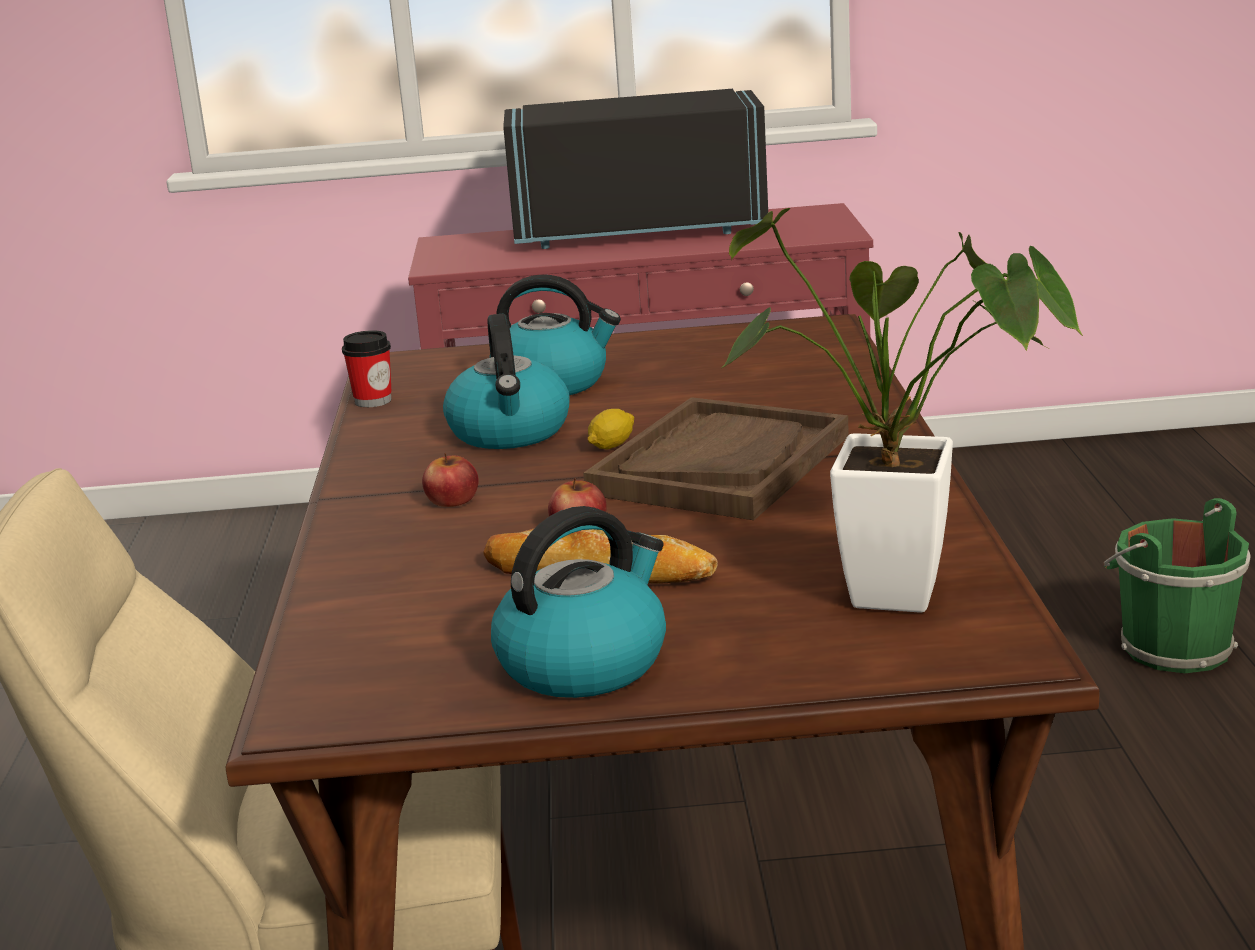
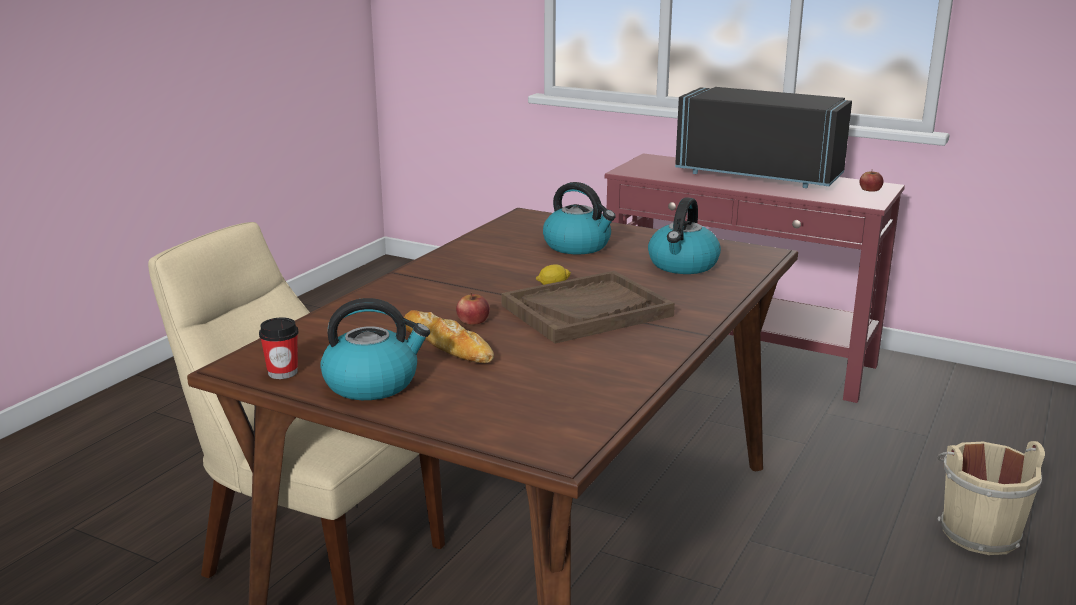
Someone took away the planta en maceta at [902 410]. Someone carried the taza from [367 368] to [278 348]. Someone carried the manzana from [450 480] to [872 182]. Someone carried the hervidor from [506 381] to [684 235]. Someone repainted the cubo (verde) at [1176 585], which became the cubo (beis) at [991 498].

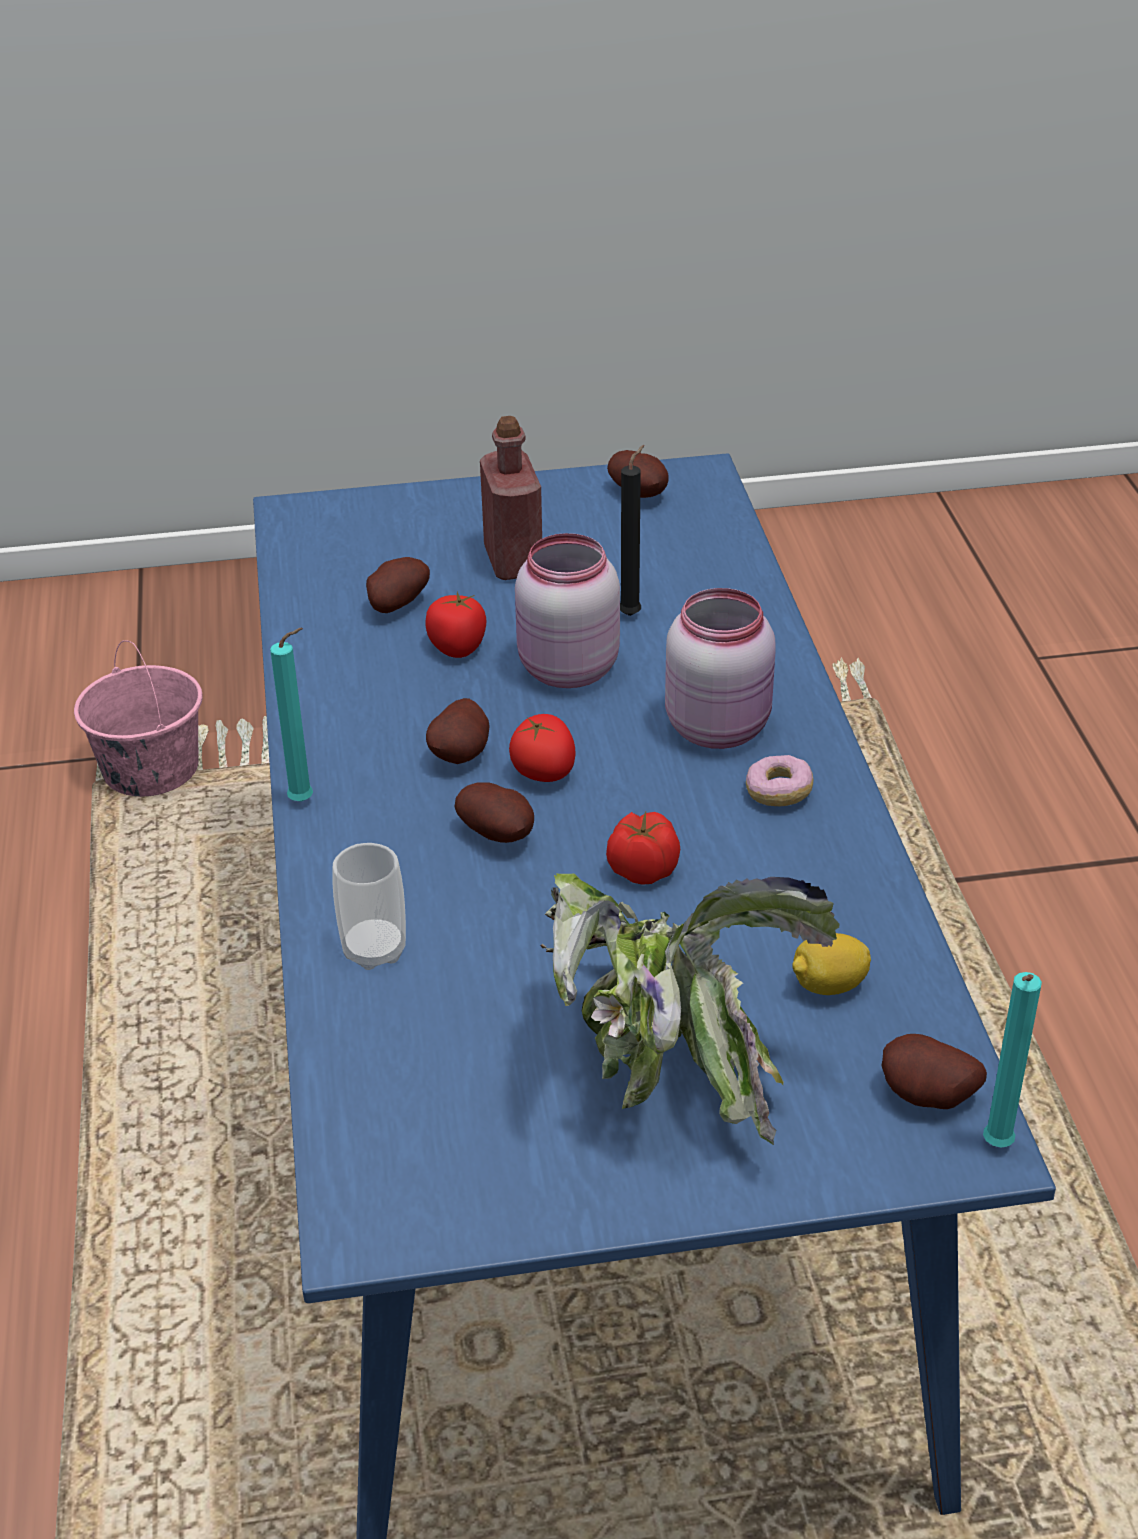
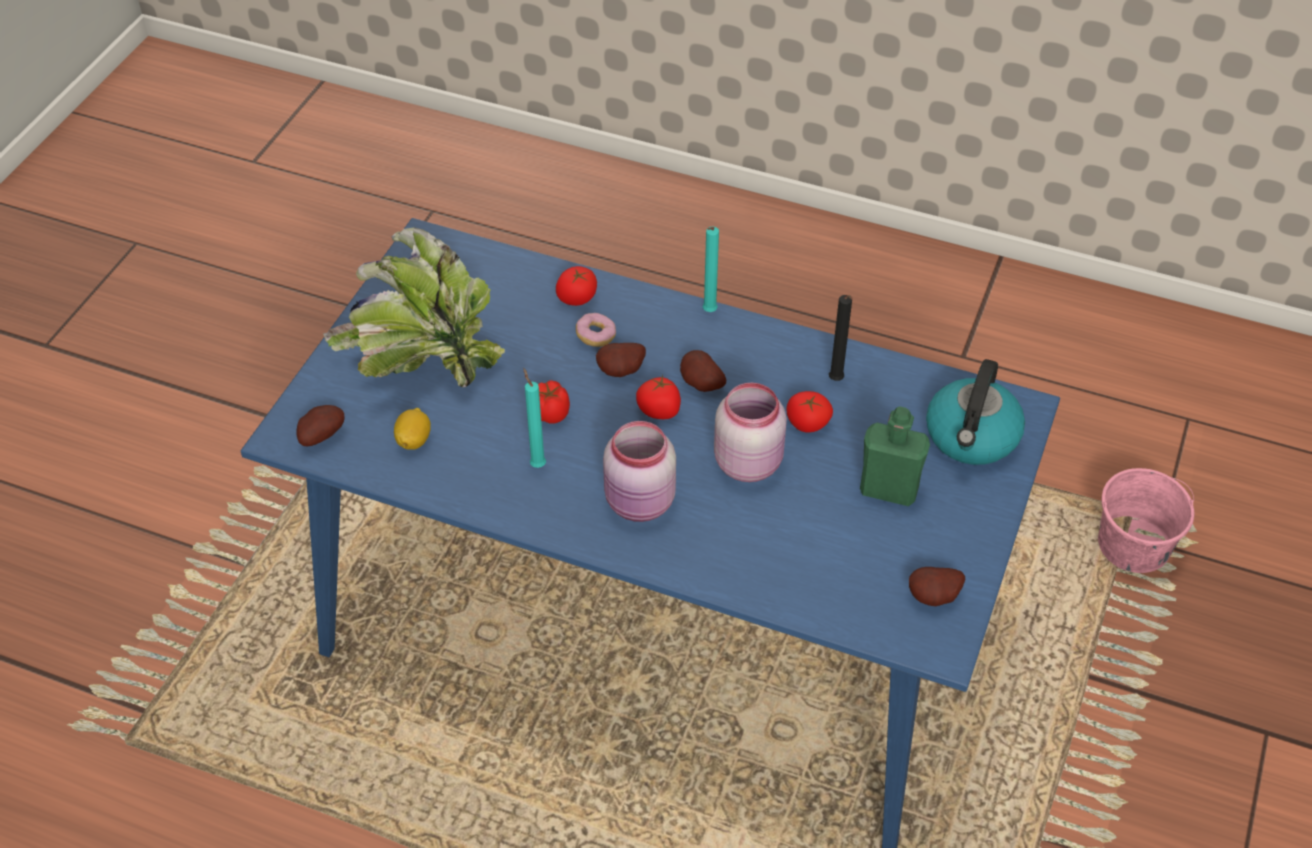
Someone took away the patata at [398 585]. Someone put down the hervidor at [975 412]. Someone carried the vela (negro) from [632 530] to [841 338]. Someone carried the rosquilla from [779 780] to [596 330]. Someone carried the vela (turquesa) from [1012 1060] to [534 418]. Someone swapped the taza at [369 906] for the tomate at [576 286]. Someone repainted the botella (rojo) at [511 498], which became the botella (verde) at [895 456].

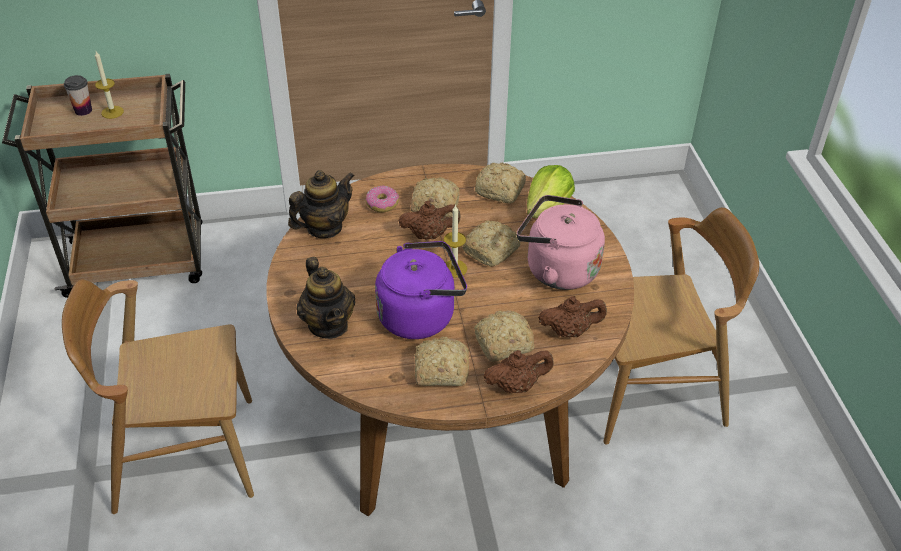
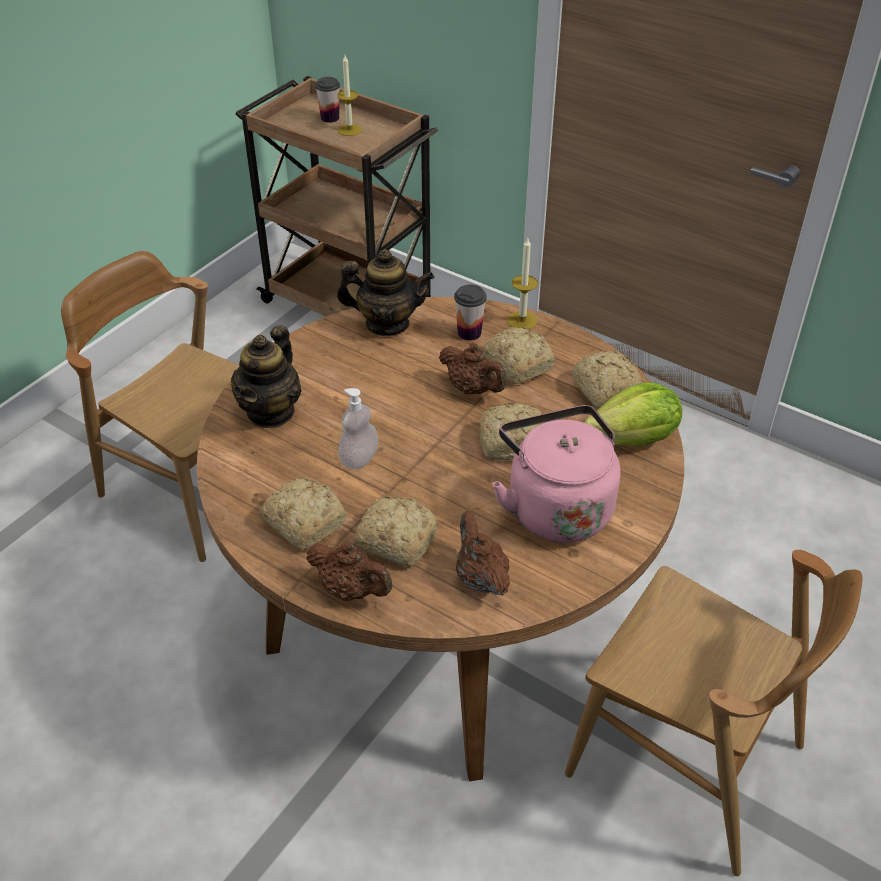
Someone carried the vela from [455 241] to [522 283]. Someone swapped the rosquilla at [382 199] for the taza at [470 313]. Someone swapped the hervidor (morado) at [421 290] for the dispensador de jabón at [358 428]. Someone rotated the tetera (marrón) at [572 316] by 150 degrees counterclockwise.

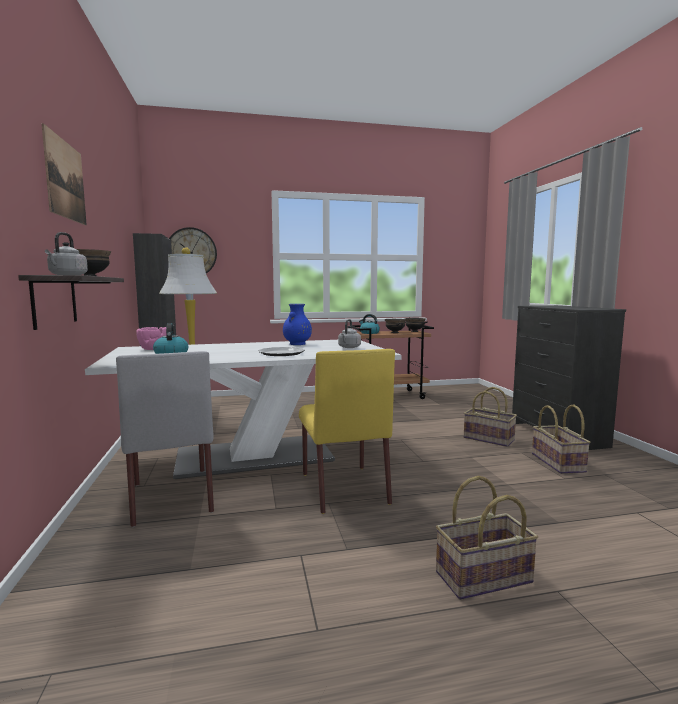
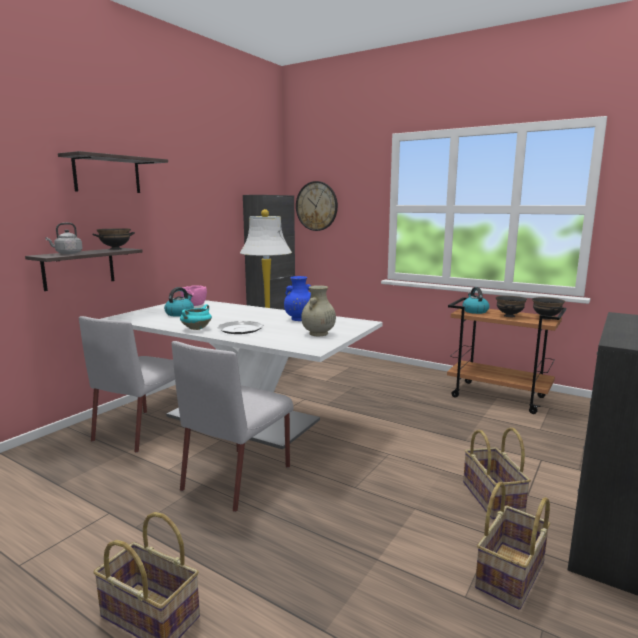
Someone put down the olla (turquesa) at [196 317]. Someone swapped the cuadro at [64 174] for the estante at [113 172]. Someone swapped the hervidor (gris) at [349 333] for the florero (beis) at [318 310]. Someone repainted the silla (amarillo) at [347 431], which became the silla (gris) at [232 426].

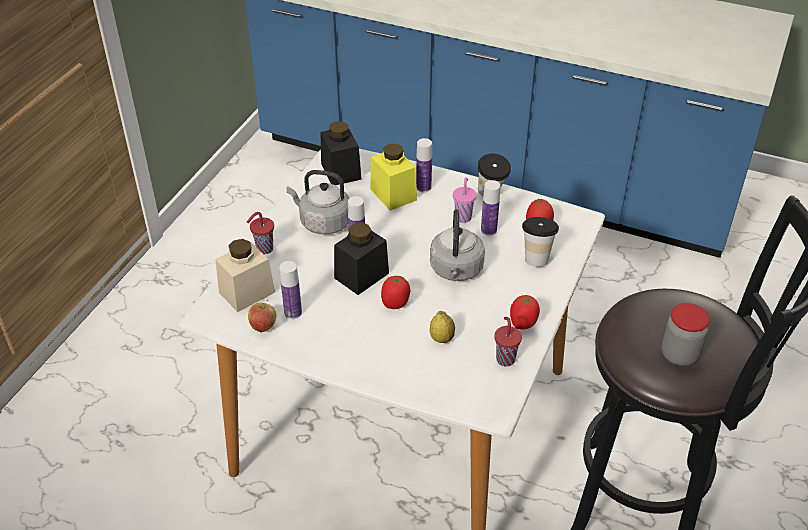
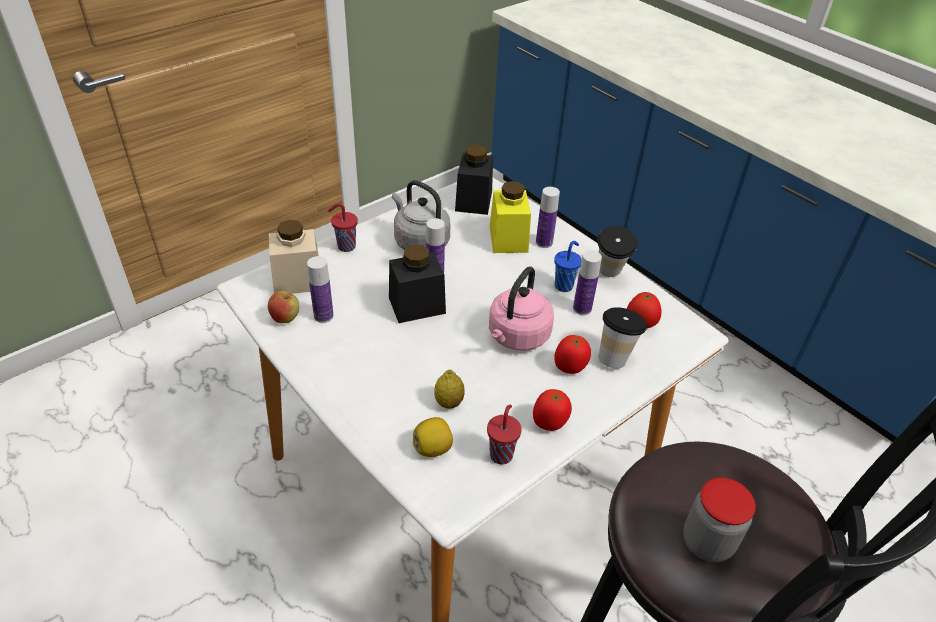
Someone put down the limón at [433 437]. Someone carried the tomate from [395 292] to [573 354]. Someone repainted the hervidor (gris) at [457 245], which became the hervidor (rosa) at [521 309]. Someone repainted the taza (rosa) at [464 200], which became the taza (azul) at [568 266].

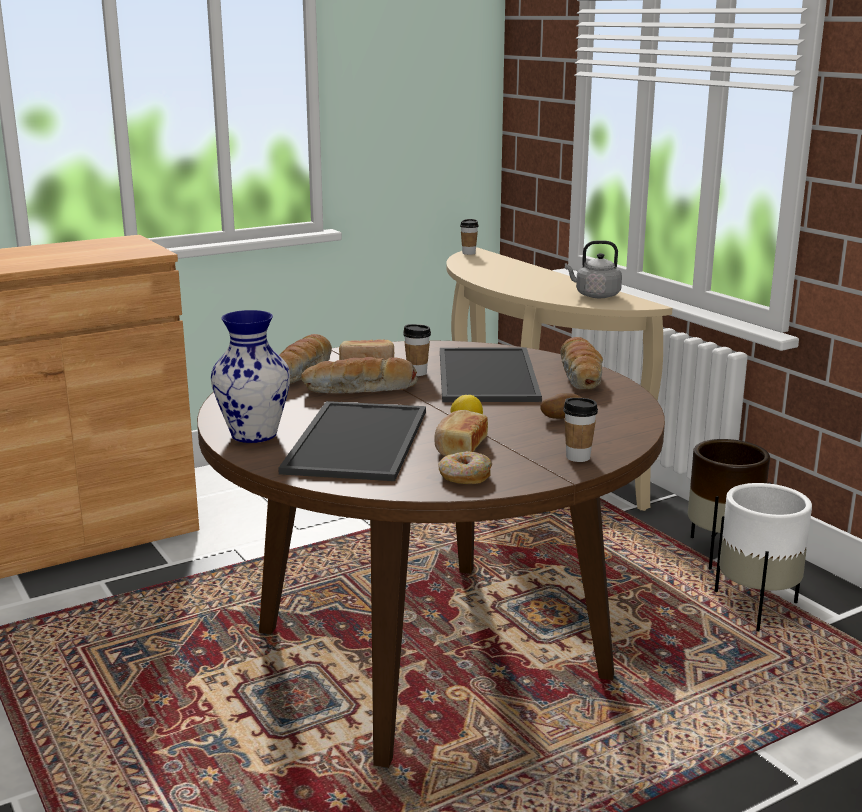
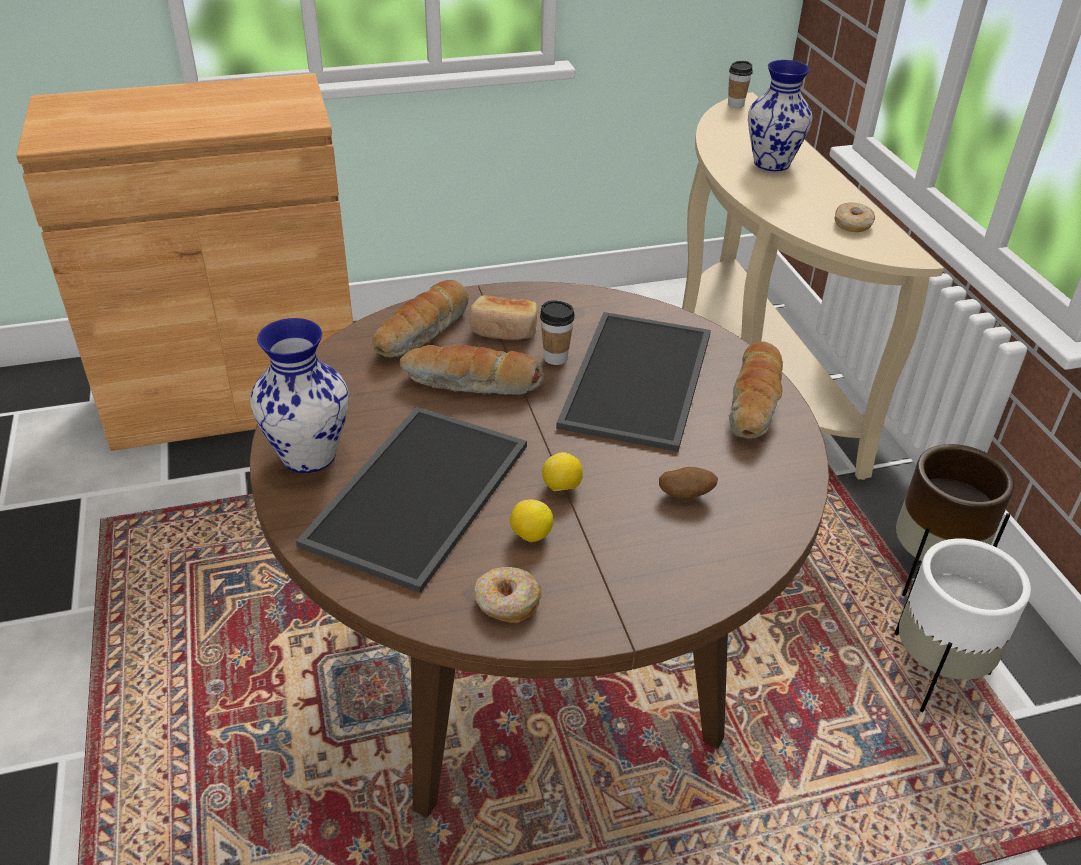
Someone took away the taza at [580 430]. Someone put down the florero at [780 115]. Someone swapped the pan at [461 433] for the limón at [531 520]. Someone swapped the hervidor (gris) at [593 269] for the rosquilla at [854 217].

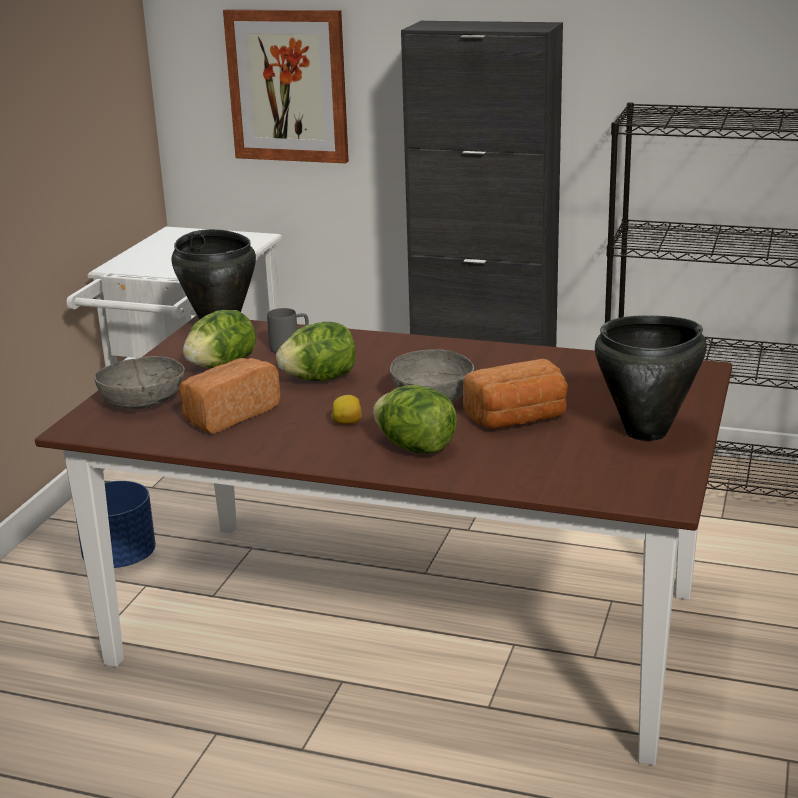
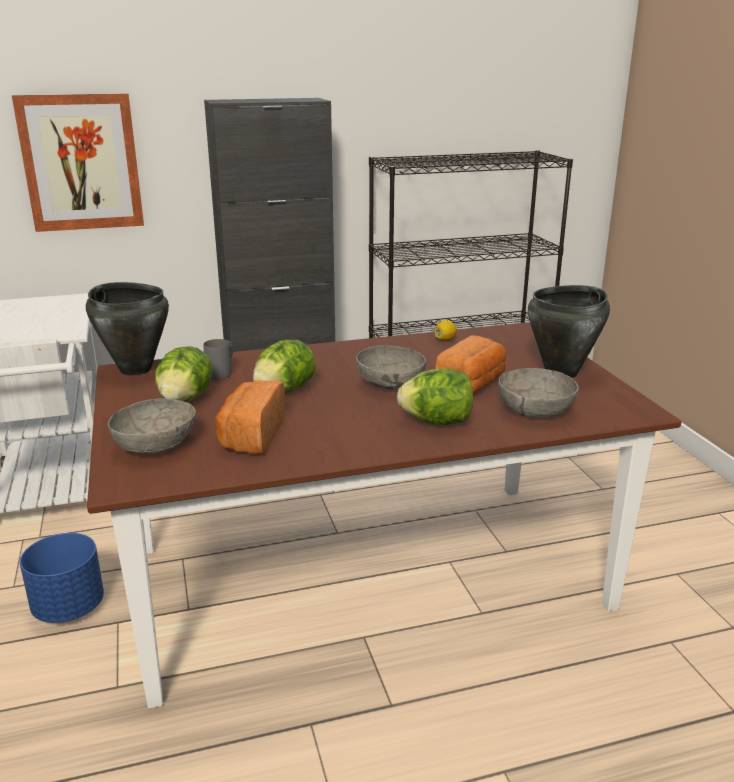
Someone put down the cuenco (gris) at [538 393]. Someone carried the limón from [346 410] to [445 330].

